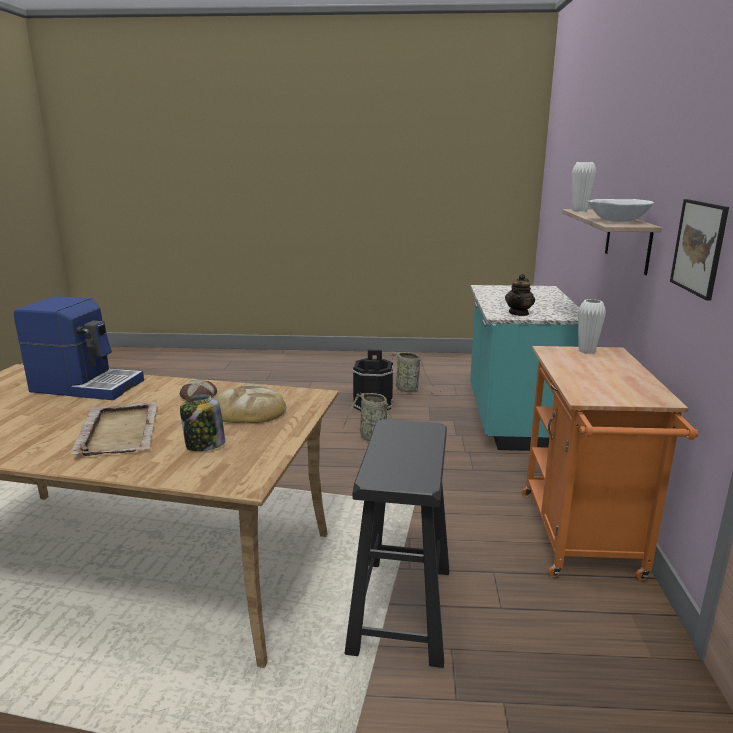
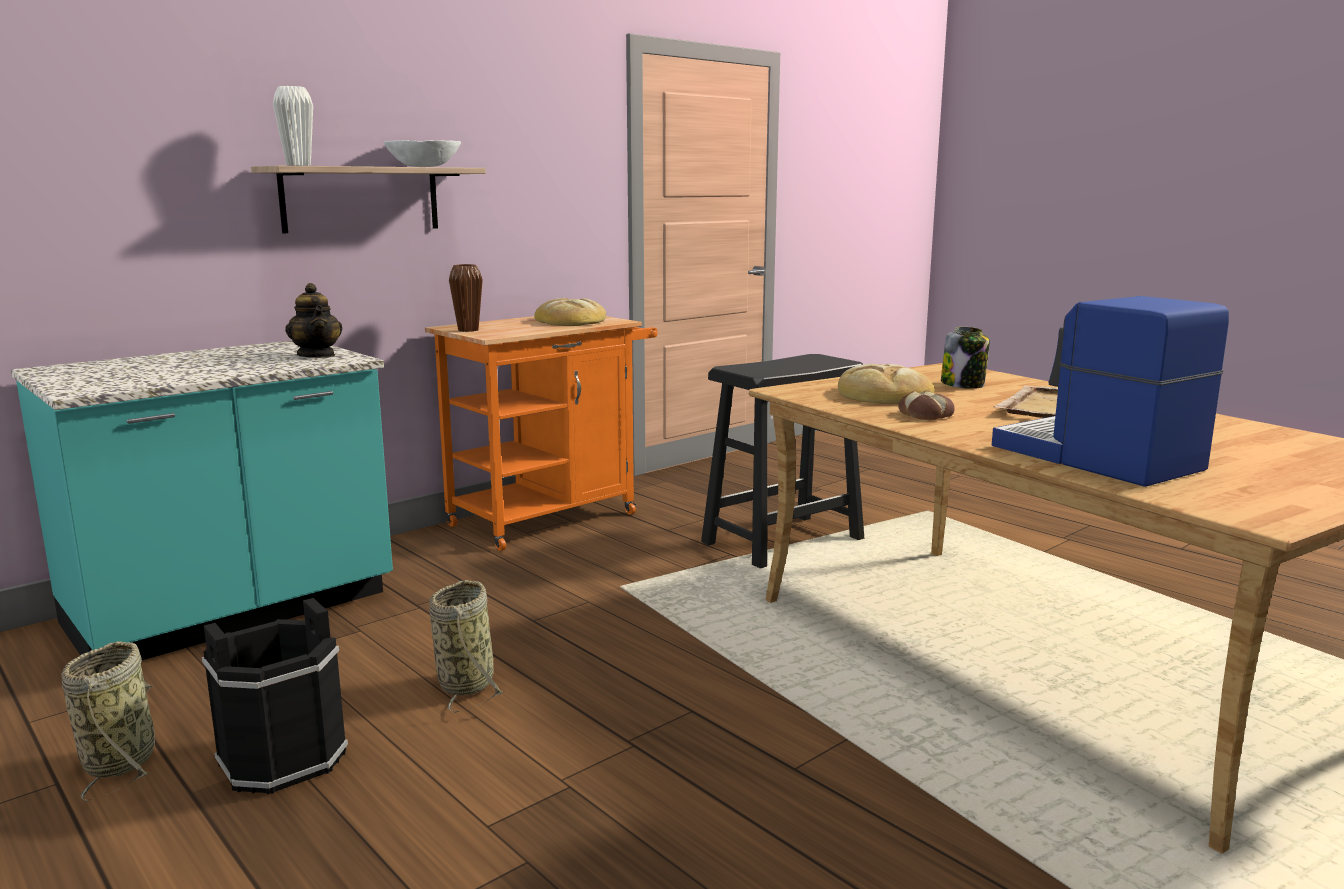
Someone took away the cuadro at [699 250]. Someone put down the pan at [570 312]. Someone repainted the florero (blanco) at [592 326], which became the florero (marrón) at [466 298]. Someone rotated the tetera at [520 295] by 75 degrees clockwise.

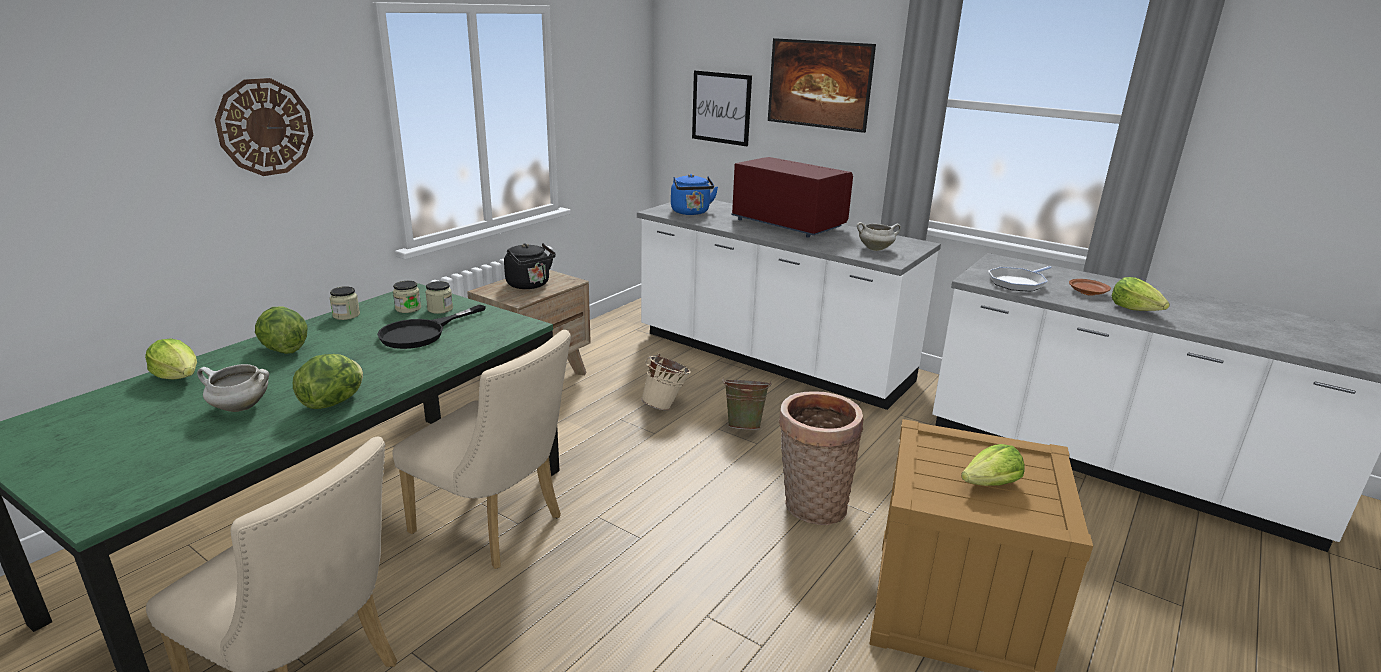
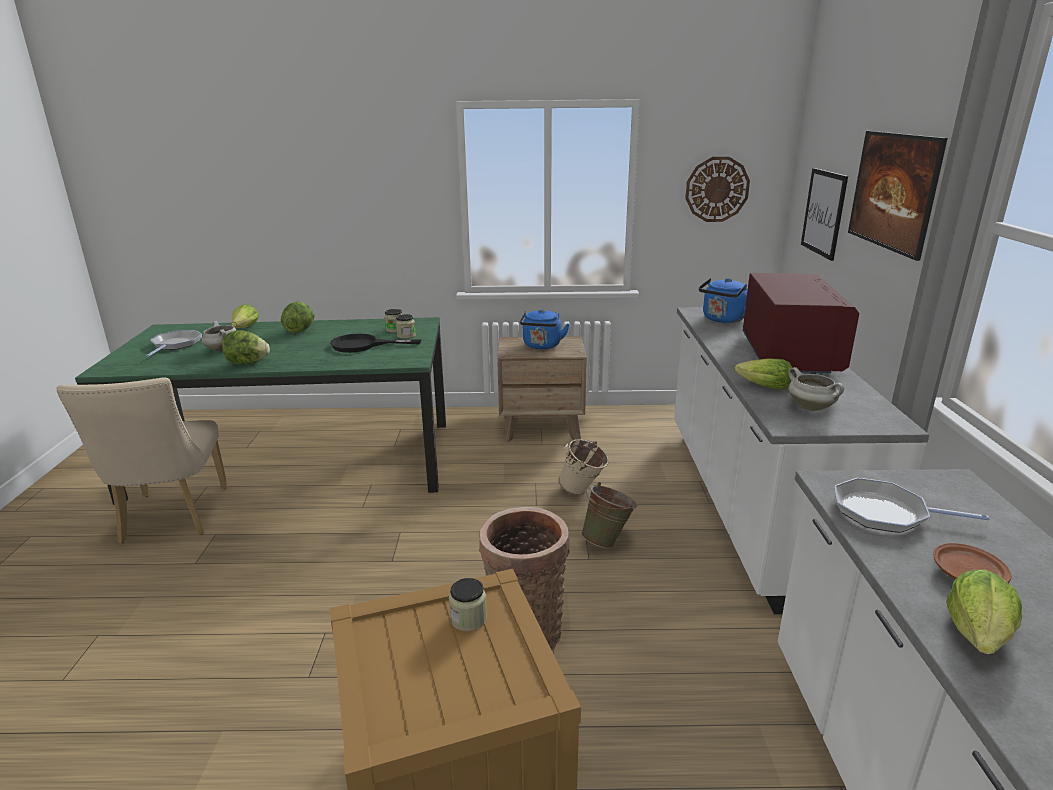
Someone took away the silla (beis) at [481 449]. Someone put down the sartén at [174 343]. Someone carried the reloj de pared from [264 127] to [717 189]. Someone carried the tarro from [344 303] to [468 604]. Someone carried the lechuga from [993 465] to [764 374]. Someone repainted the hervidor (negro) at [530 266], which became the hervidor (azul) at [544 329].

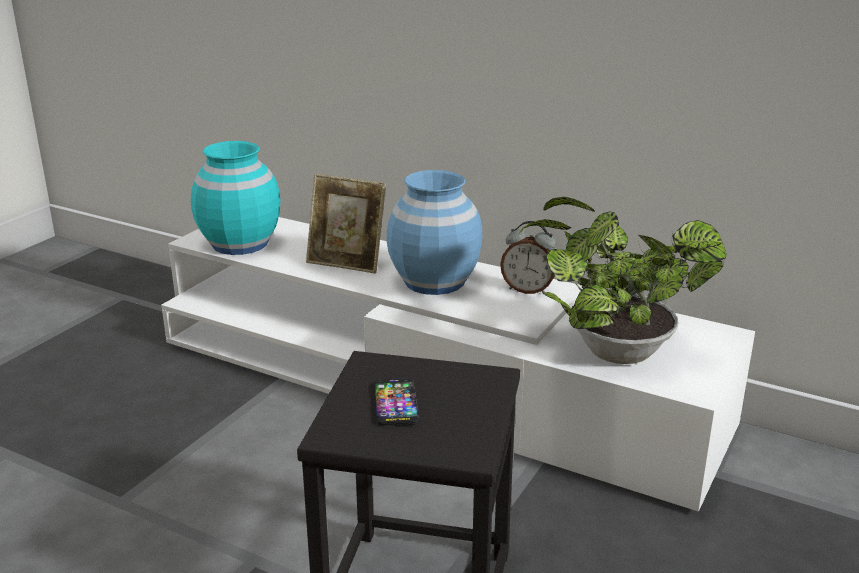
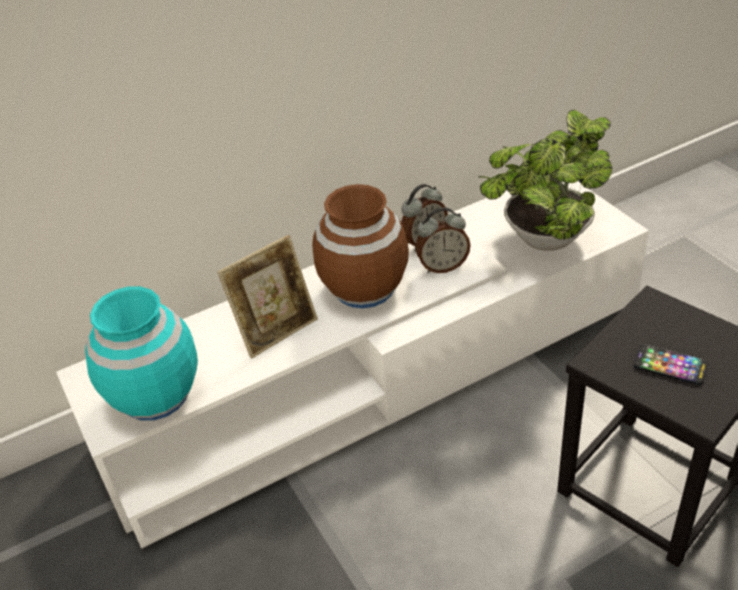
Someone put down the despertador at [443 240]. Someone repainted the florero (azul) at [434 232], which became the florero (marrón) at [360 246].

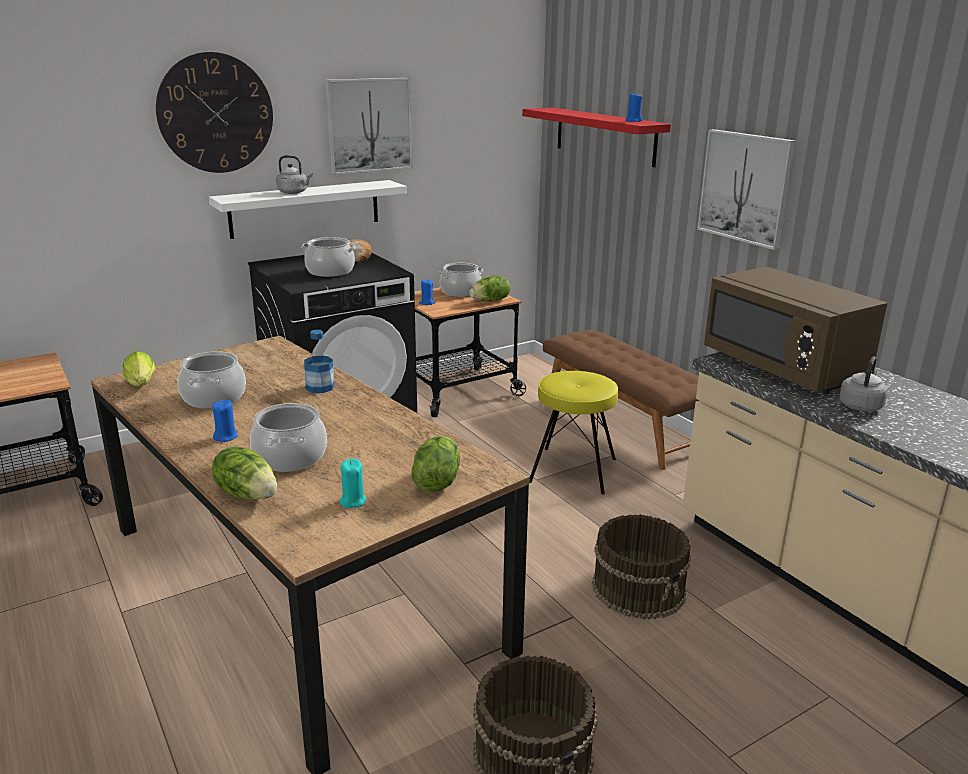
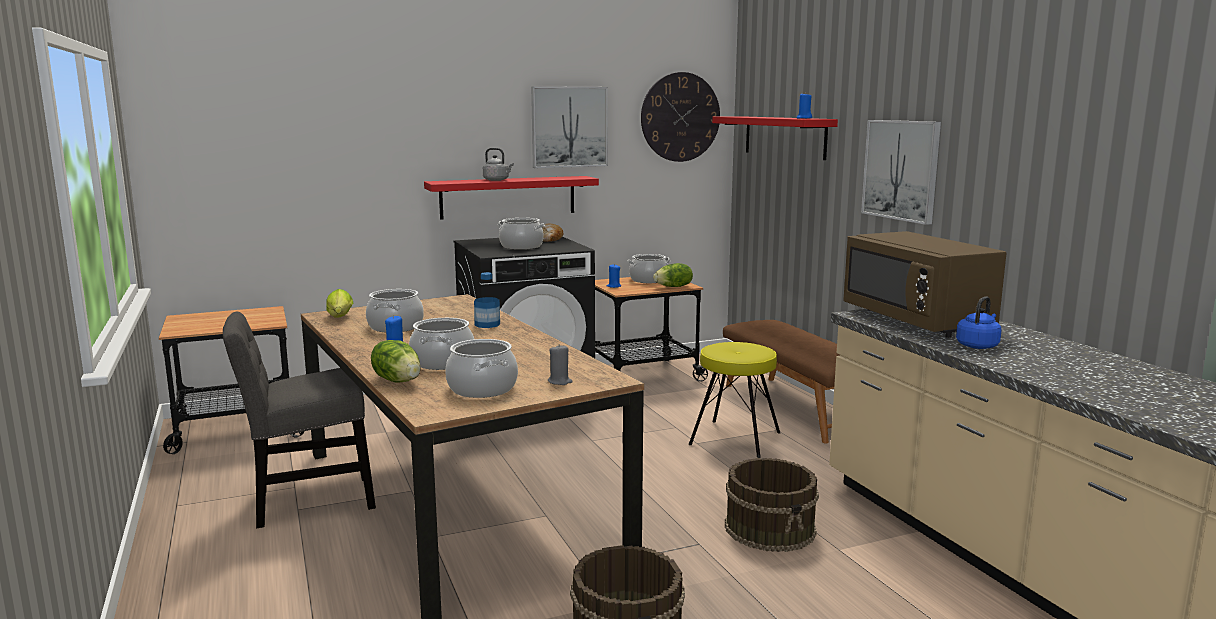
Someone put down the silla (gris) at [299 420]. Someone carried the reloj de pared from [214 112] to [680 117]. Someone swapped the vela (turquesa) at [353 483] for the olla at [481 368]. Someone swapped the lechuga at [436 464] for the vela (gris) at [560 364]. Someone repainted the estante (blanco) at [308 209], which became the estante (rojo) at [511 198]. Someone repainted the hervidor (gris) at [863 384], which became the hervidor (azul) at [979 322].

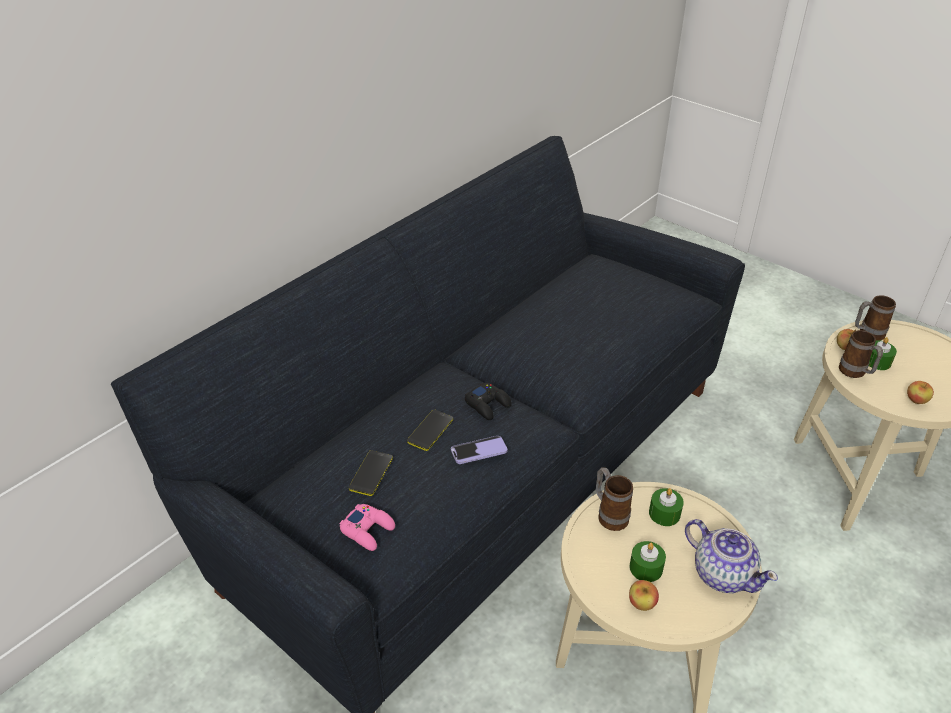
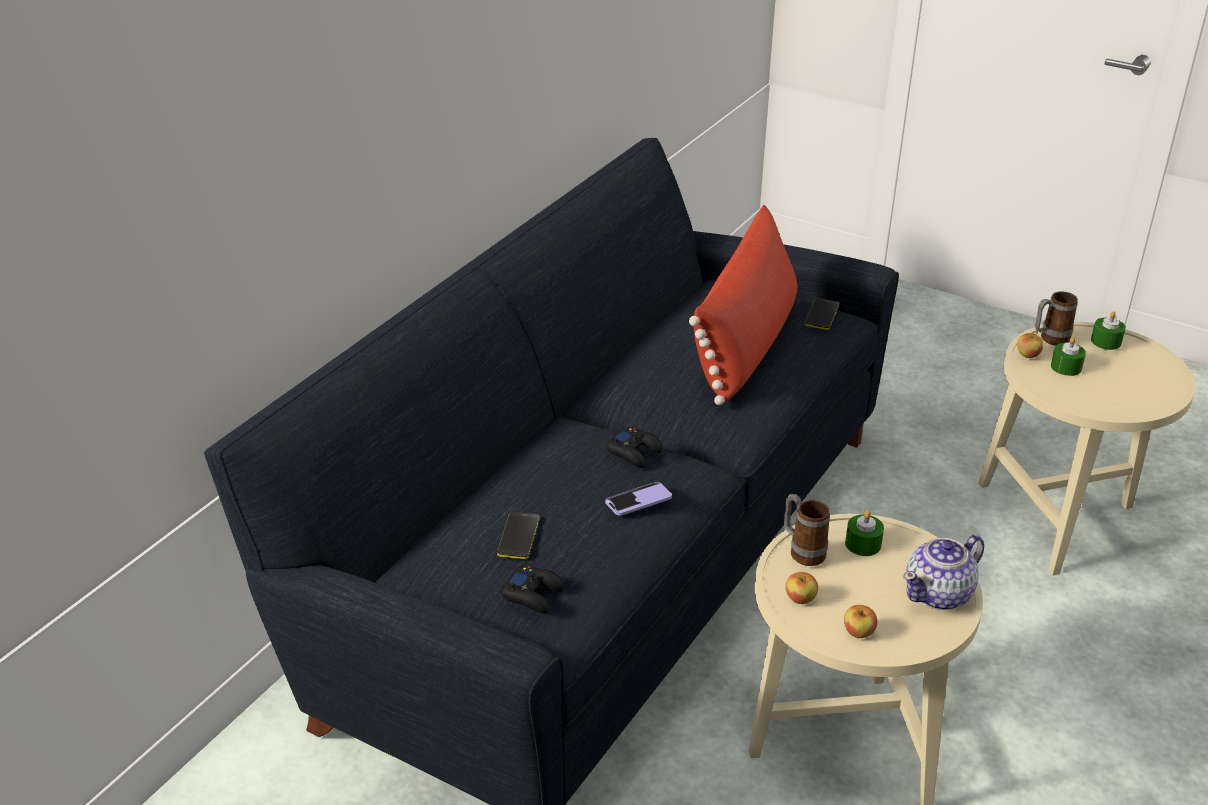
Someone took away the taza grande at [861 354]. Someone put down the cojín (rojo) at [743 305]. Someone carried the móvil from [430 430] to [822 314]. Someone carried the vela (verde) from [647 561] to [1108 330]. Someone carried the manzana from [920 392] to [801 588]. Someone repainted the mando de consola (rosa) at [367 527], which became the mando de consola (negro) at [532 589]. Someone rotated the tetera at [731 556] by 105 degrees clockwise.

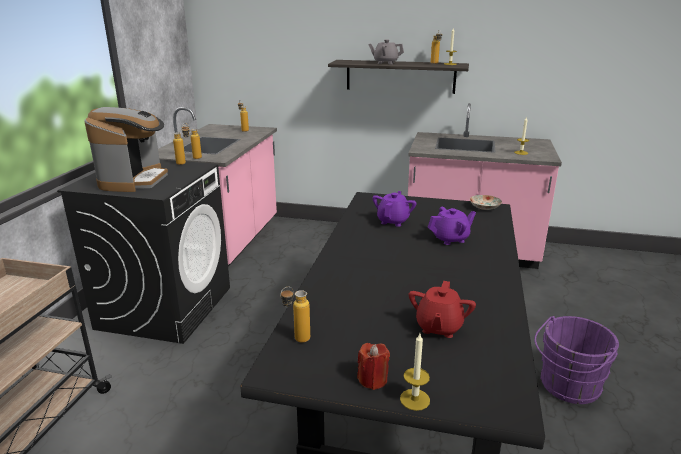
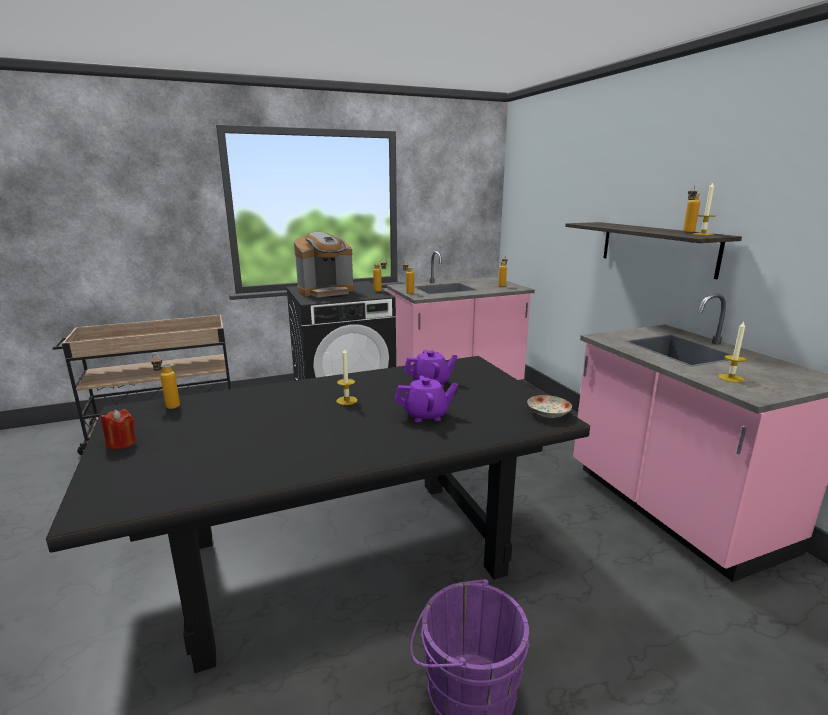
Someone took away the tetera (gris) at [386 51]. Someone took away the tetera (rojo) at [442 309]. Someone carried the vela from [415 372] to [346 376]. Someone rotated the tetera (morado) at [452 226] by 45 degrees counterclockwise.

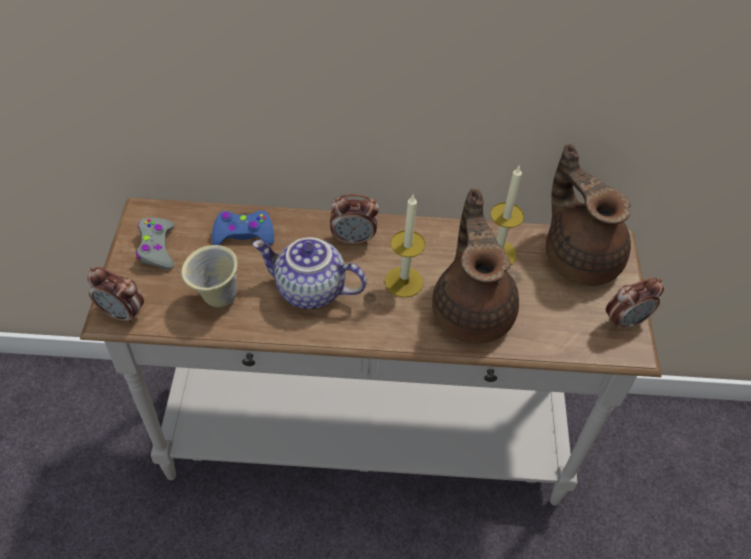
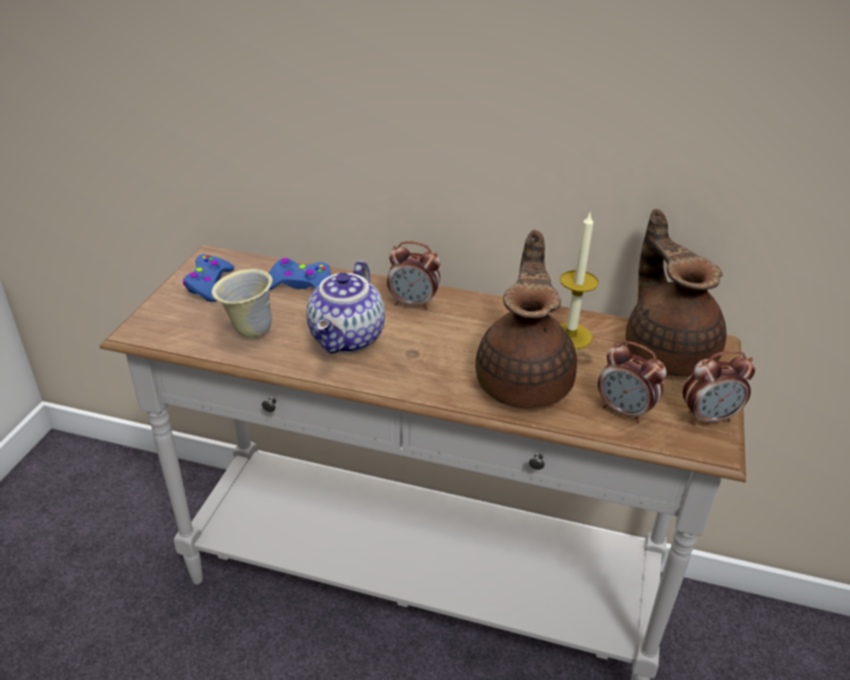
Someone took away the vela at [405 246]. Someone carried the despertador from [115 295] to [632 382]. Someone repainted the mando de consola (gris) at [155 244], which became the mando de consola (azul) at [208 278]. Someone rotated the tetera at [309 273] by 105 degrees counterclockwise.

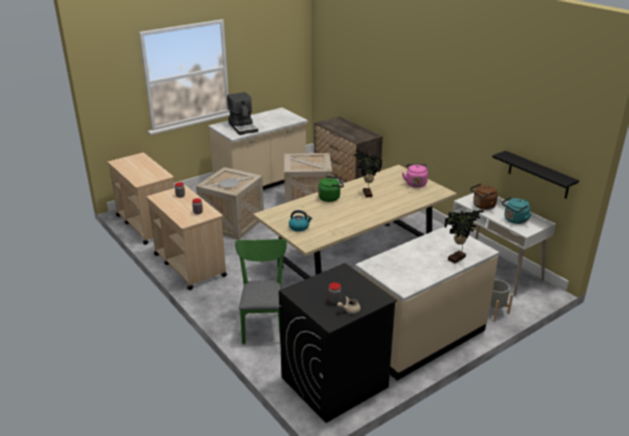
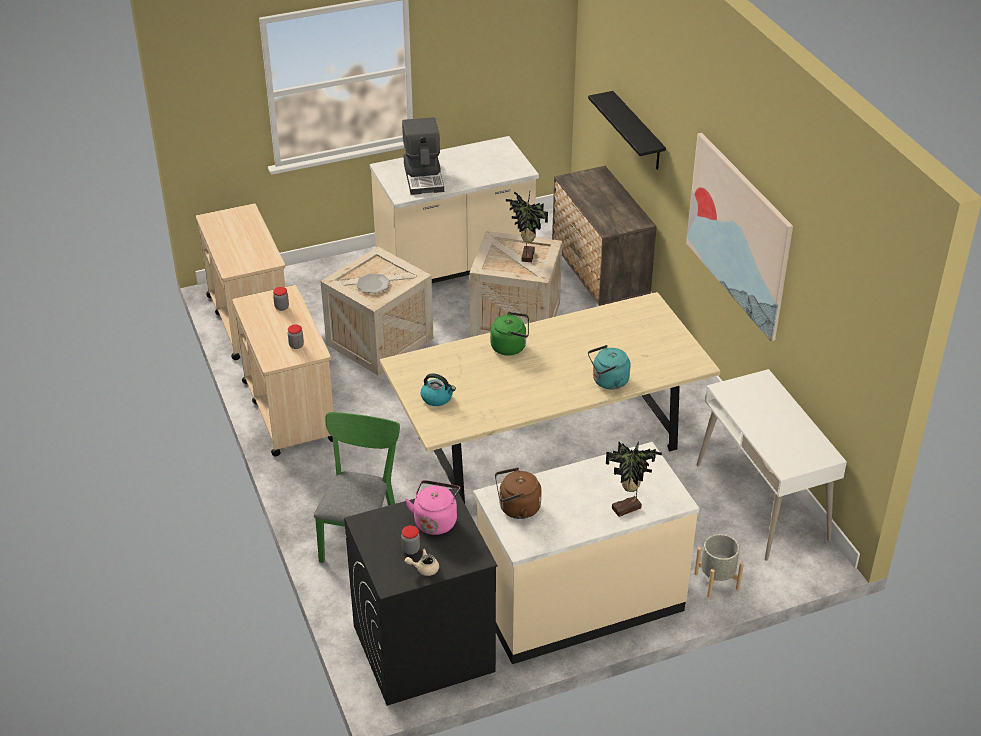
Someone put up the cuadro at [739 237]. Someone carried the planta en maceta from [368 173] to [527 226]. Someone carried the hervidor (rosa) from [415 176] to [432 507]. Someone carried the hervidor (marrón) from [484 197] to [518 493]. Someone carried the estante (negro) from [535 175] to [627 130]. Someone carried the hervidor (turquesa) from [516 210] to [609 367].

